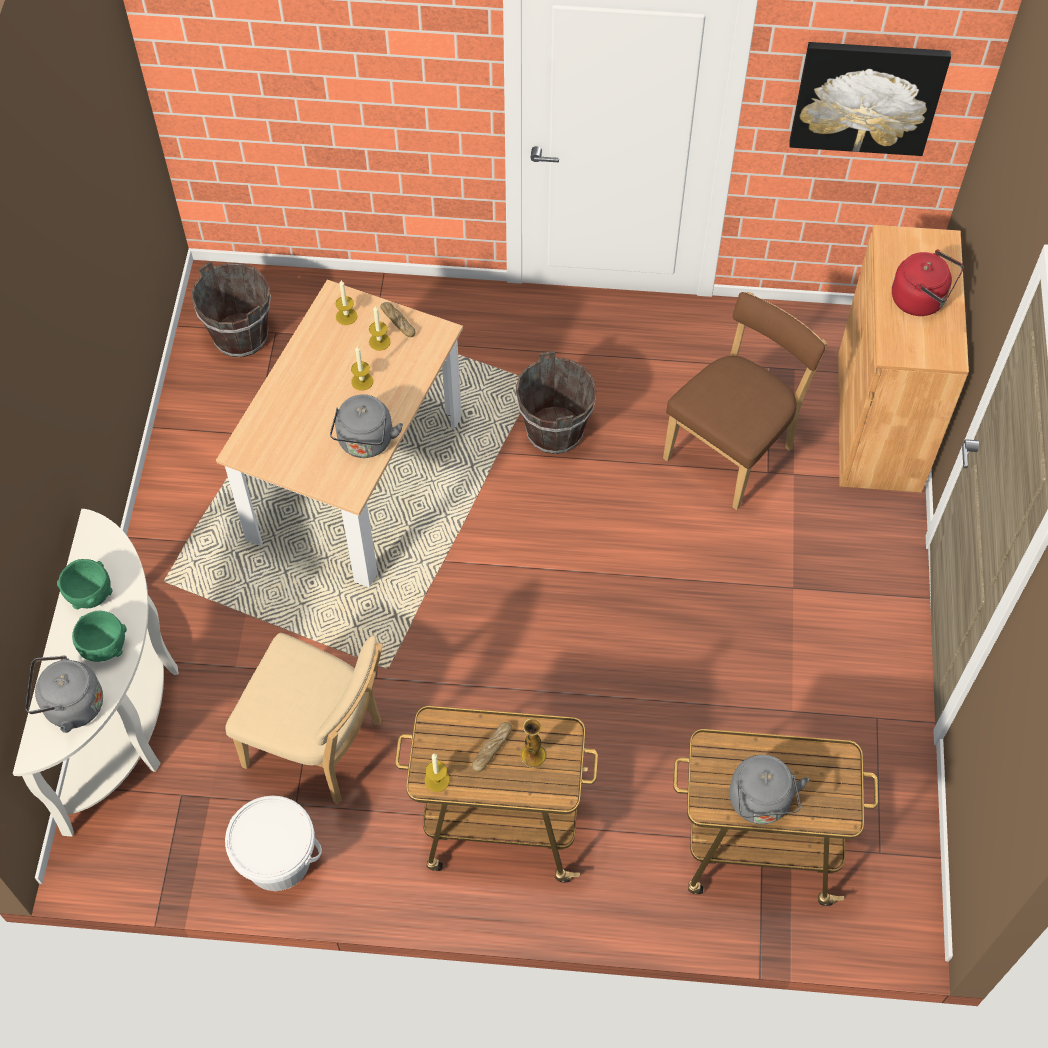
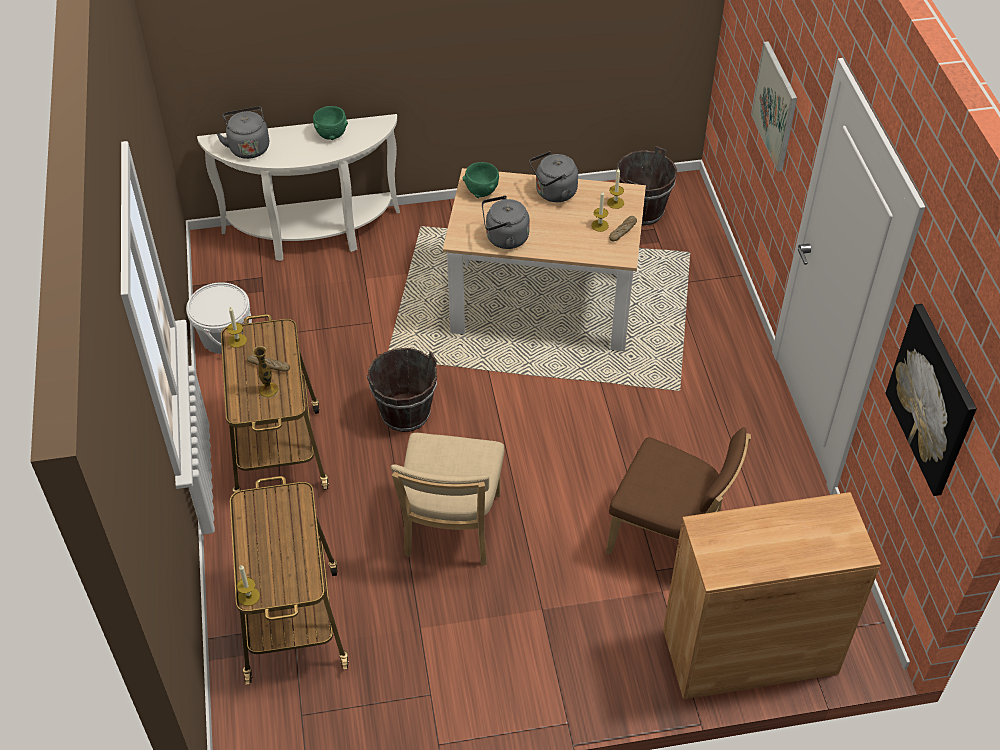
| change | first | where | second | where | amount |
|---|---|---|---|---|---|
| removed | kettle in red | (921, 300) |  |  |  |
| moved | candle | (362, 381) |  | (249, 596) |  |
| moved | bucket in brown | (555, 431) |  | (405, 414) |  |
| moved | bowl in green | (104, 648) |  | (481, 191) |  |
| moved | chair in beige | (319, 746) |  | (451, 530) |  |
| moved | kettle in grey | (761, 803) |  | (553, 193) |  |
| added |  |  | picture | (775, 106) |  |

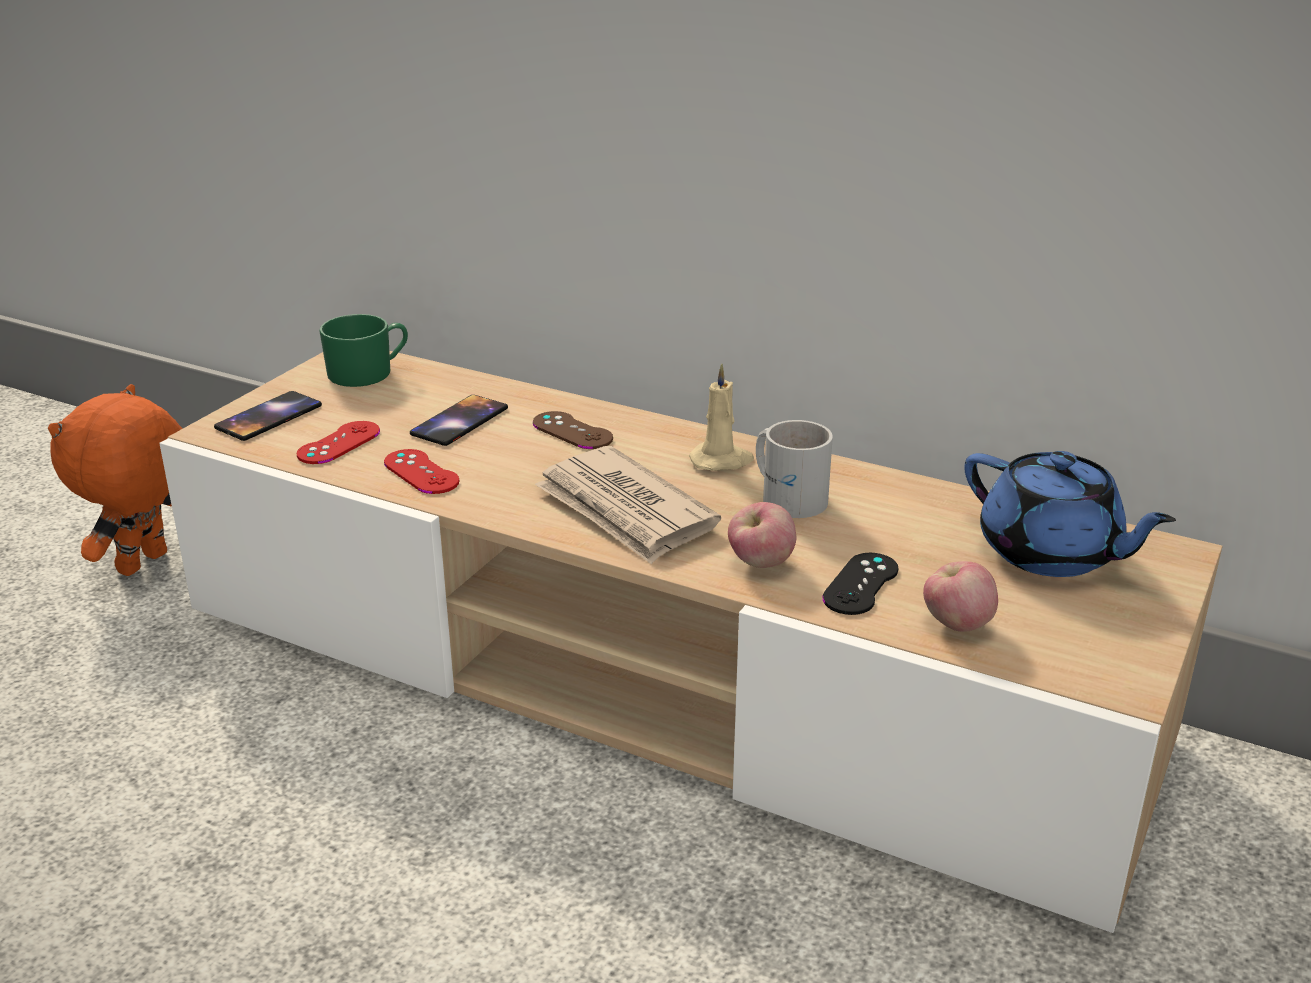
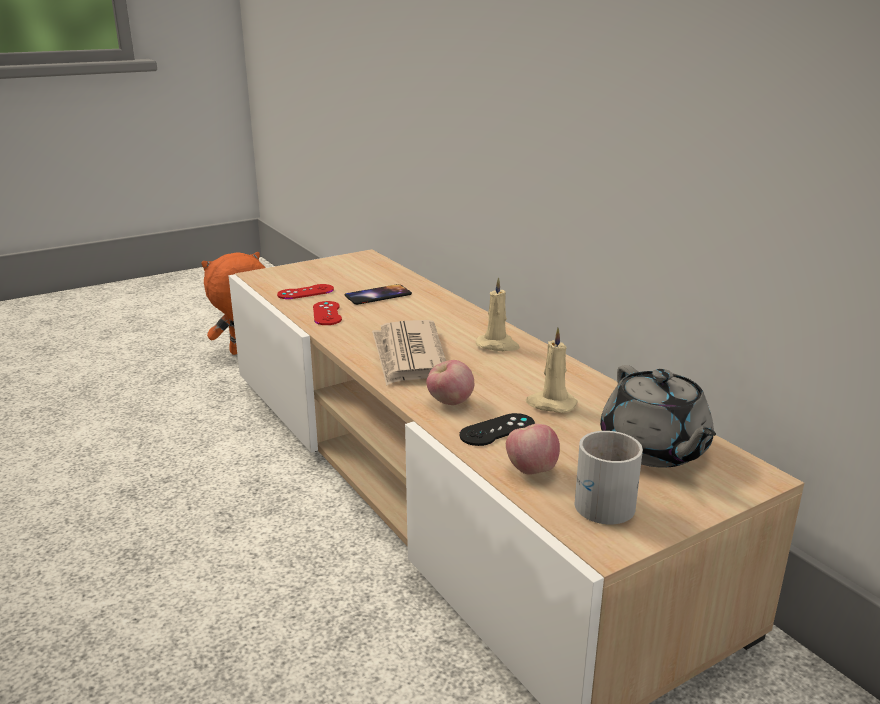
| change | first | where | second | where | amount |
|---|---|---|---|---|---|
| removed | mug in green | (368, 373) |  |  |  |
| removed | phone | (269, 417) |  |  |  |
| removed | game controller in brown | (572, 431) |  |  |  |
| moved | mug in white | (788, 495) |  | (603, 498) |  |
| recoloured | teapot in blue | (1051, 553) | teapot in grey | (654, 449) |  |
| added |  |  | candle in beige | (550, 404) |  |

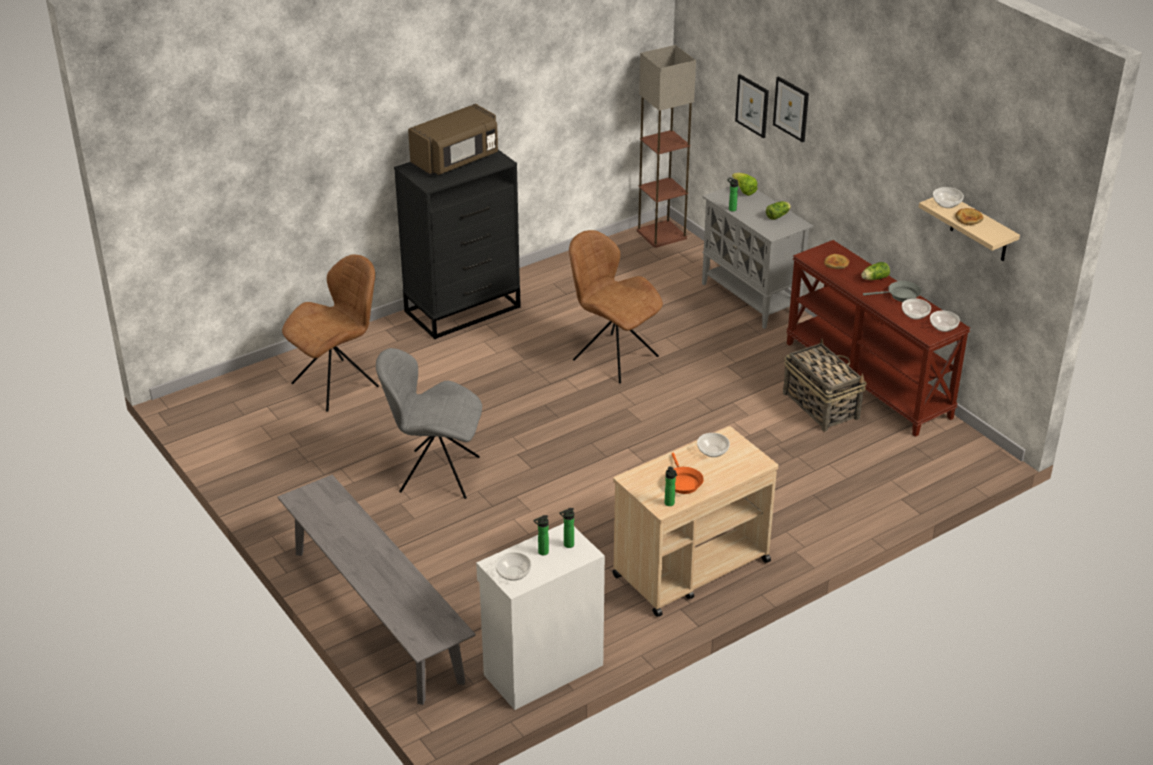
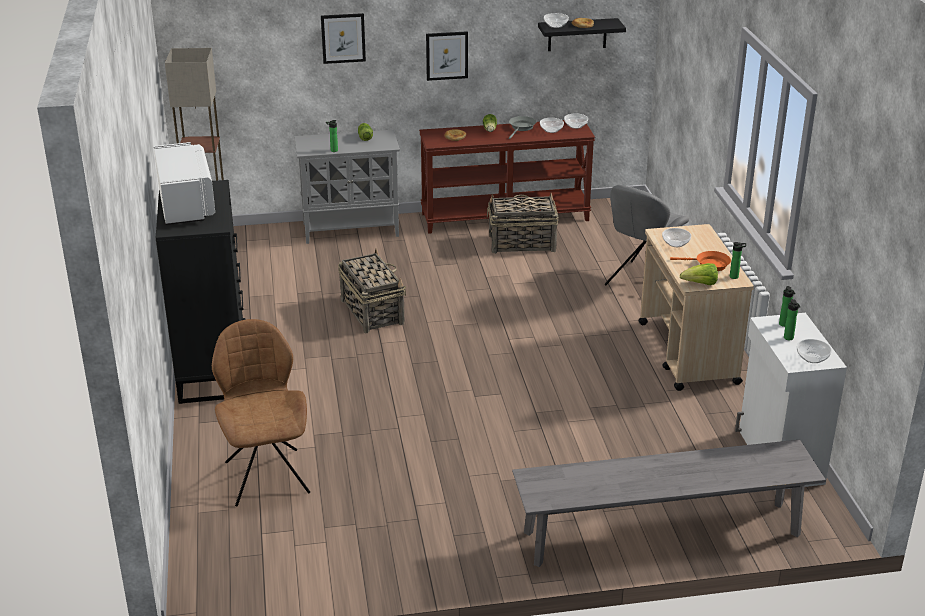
| change | first | where | second | where | amount |
|---|---|---|---|---|---|
| moved | picture | (752, 105) |  | (447, 55) |  |
| recoloured | microwave in brown | (456, 160) | microwave in white | (186, 205) |  |
| moved | lettuce | (744, 191) |  | (700, 284) |  |
| recoloured | shelf in beige | (979, 229) | shelf in black | (577, 34) |  |
| replaced | chair in brown | (613, 357) | basket | (372, 311) |  |
| moved | chair in grey | (436, 474) |  | (642, 282) |  |

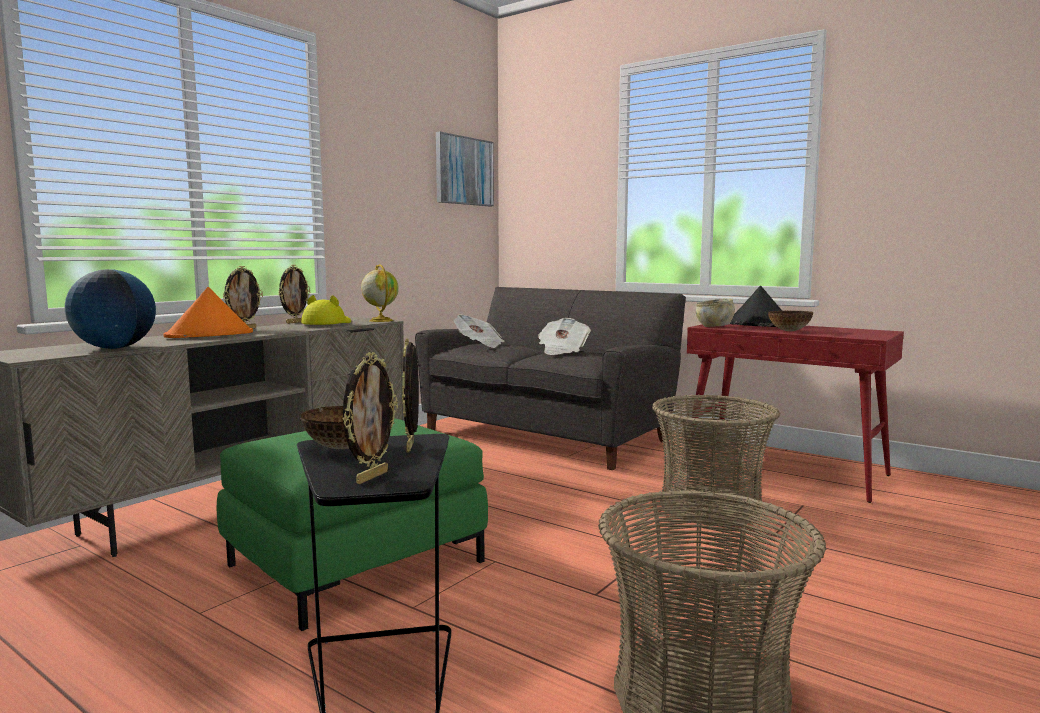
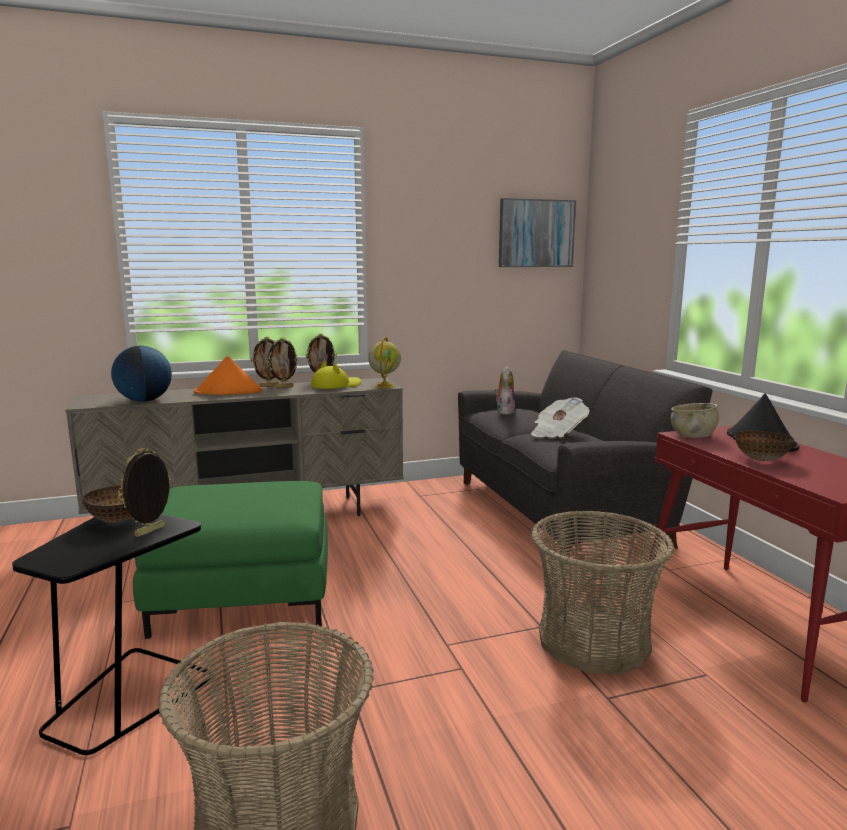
| change | first | where | second | where | amount |
|---|---|---|---|---|---|
| replaced | newspaper | (479, 345) | plush toy | (504, 411) |  |
| moved | picture frame | (371, 477) |  | (284, 387) |  |

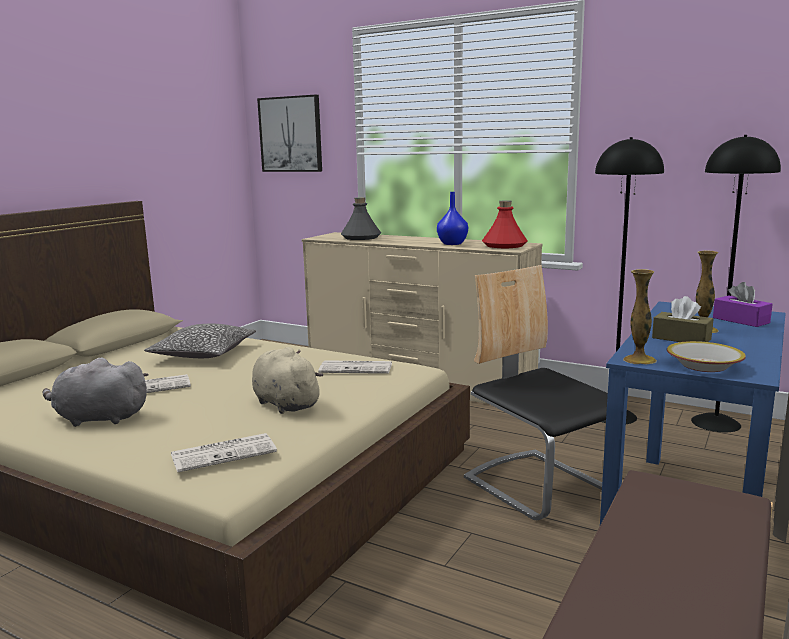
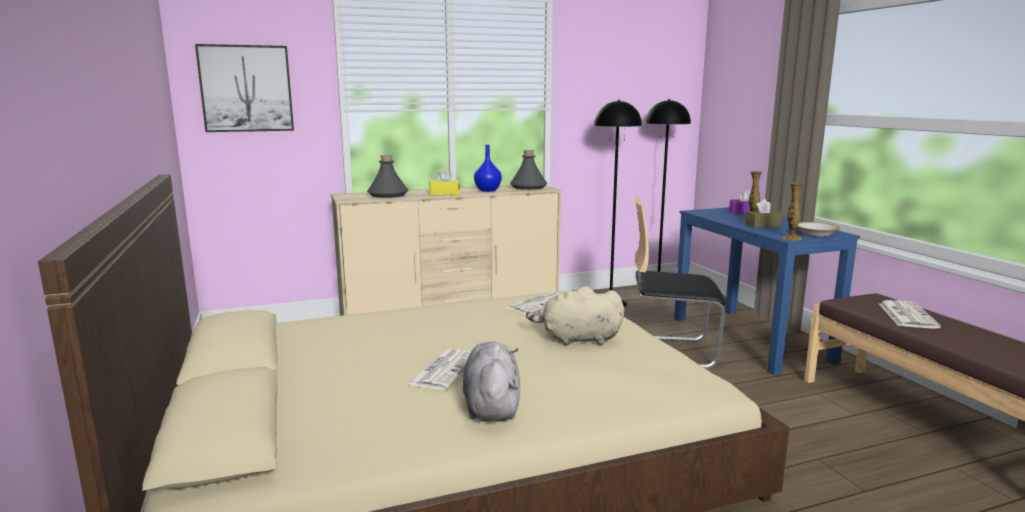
| change | first | where | second | where | amount |
|---|---|---|---|---|---|
| recoloured | bottle in red | (505, 245) | bottle in grey | (528, 187) |  |
| removed | pillow | (203, 353) |  |  |  |
| turned | plush toy in grey | (98, 418) |  | (491, 405) | 135 degrees clockwise |
| moved | newspaper | (225, 453) |  | (906, 315) |  |
| added |  |  | tissue box in yellow | (444, 193) |  |

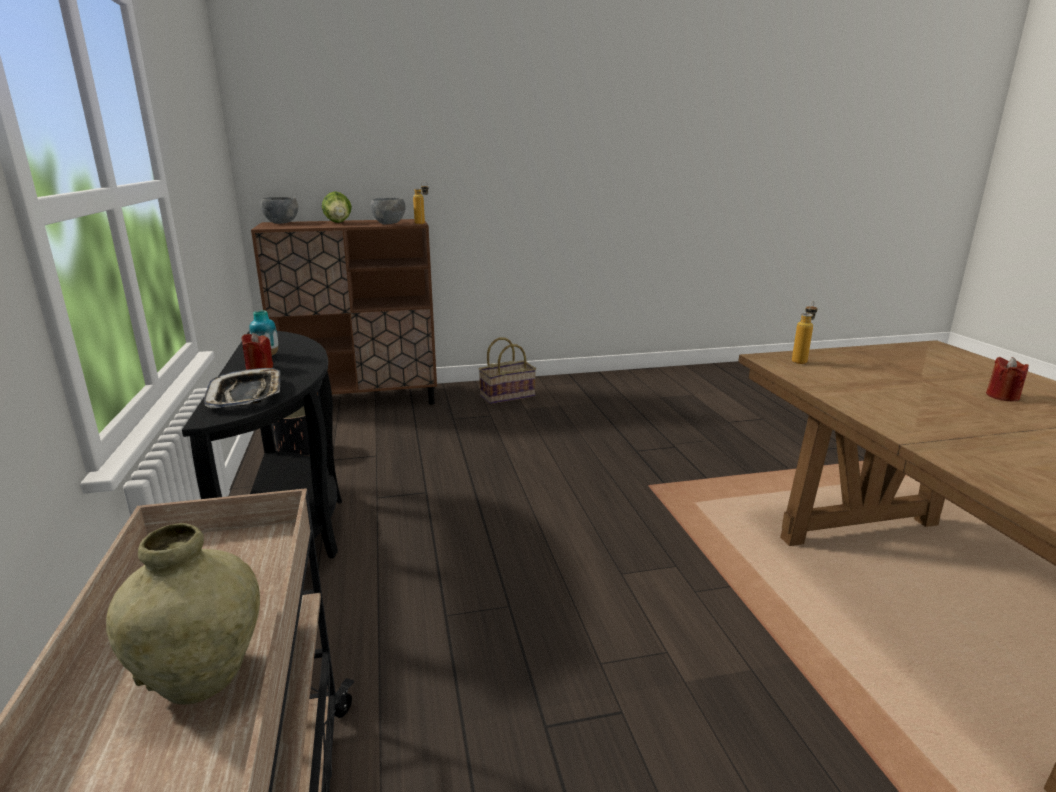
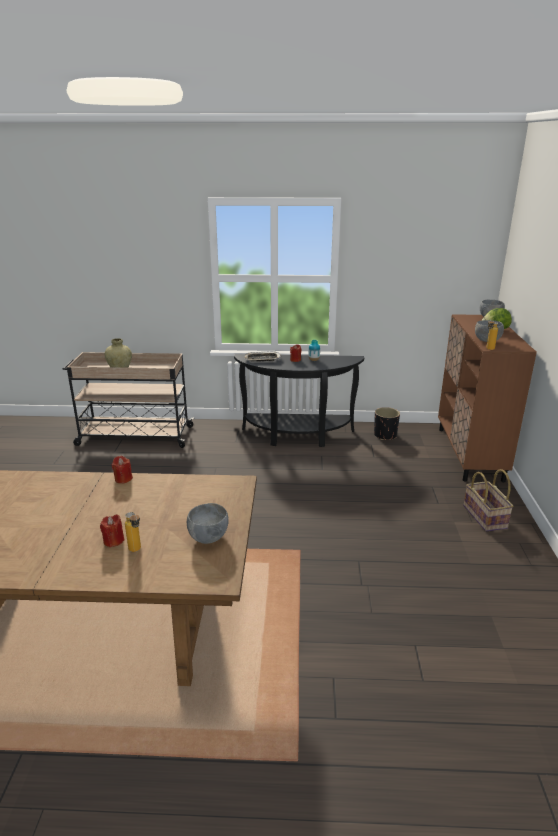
| change | first | where | second | where | amount |
|---|---|---|---|---|---|
| moved | bottle | (801, 360) |  | (137, 551) |  |
| added |  |  | candle in red | (123, 479) |  |
| added |  |  | bowl in grey | (208, 538) |  |

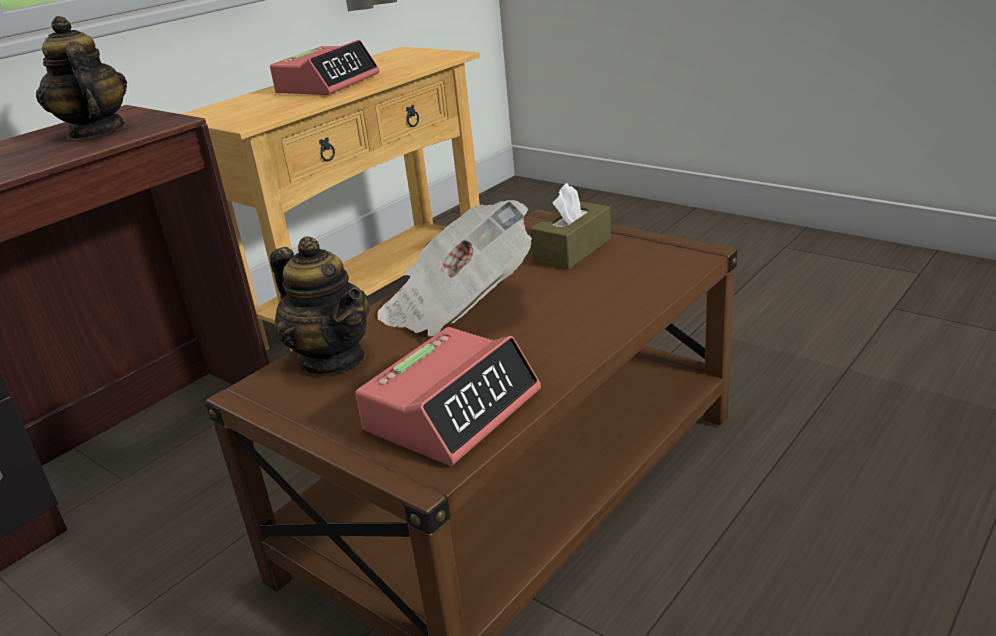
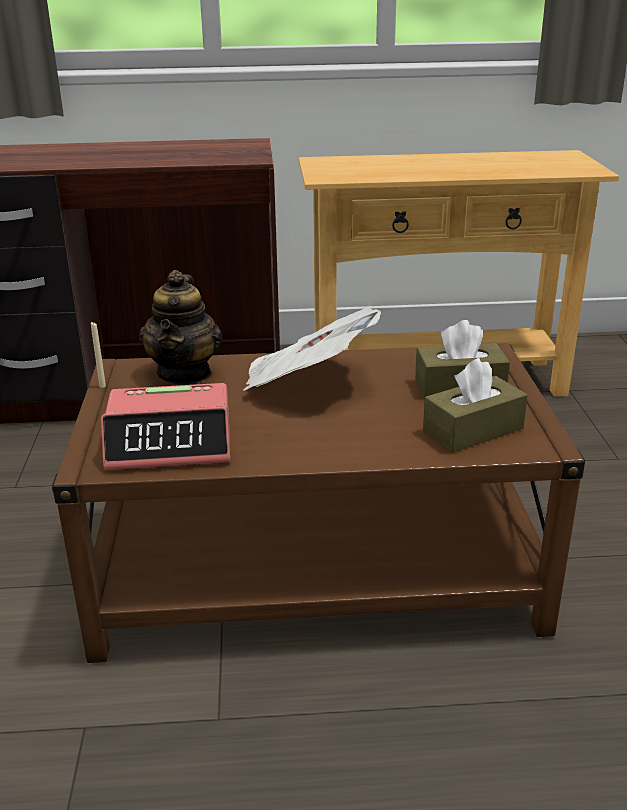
| change | first | where | second | where | amount |
|---|---|---|---|---|---|
| removed | teapot | (95, 132) |  |  |  |
| removed | alarm clock | (328, 84) |  |  |  |
| added |  |  | candle in beige | (102, 386) |  |
| added |  |  | tissue box in brown | (473, 430) |  |

